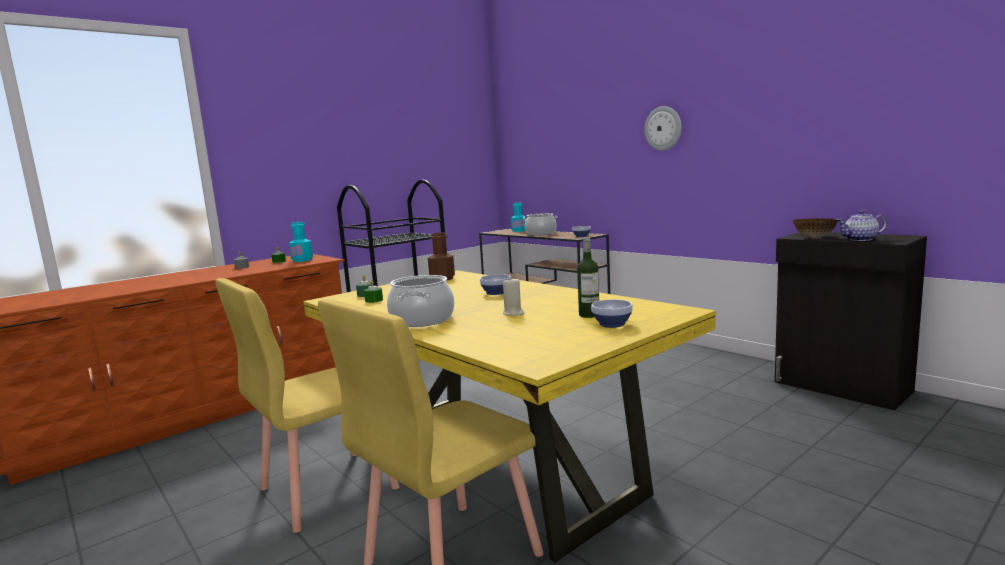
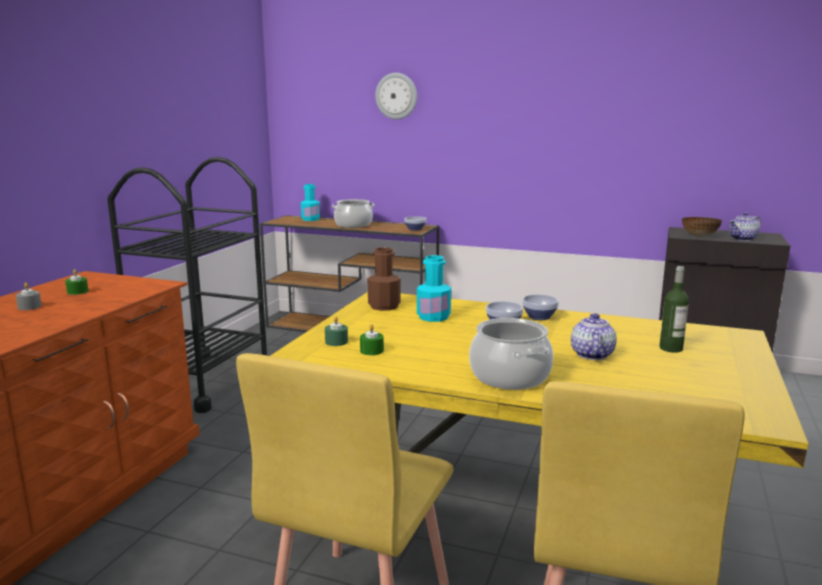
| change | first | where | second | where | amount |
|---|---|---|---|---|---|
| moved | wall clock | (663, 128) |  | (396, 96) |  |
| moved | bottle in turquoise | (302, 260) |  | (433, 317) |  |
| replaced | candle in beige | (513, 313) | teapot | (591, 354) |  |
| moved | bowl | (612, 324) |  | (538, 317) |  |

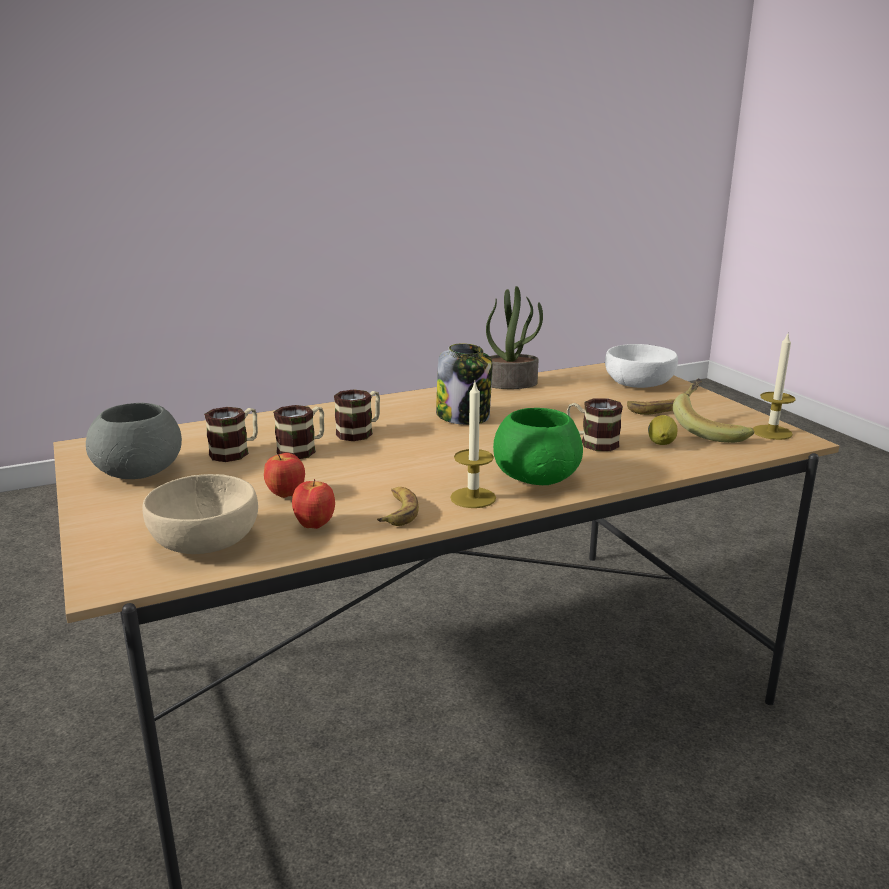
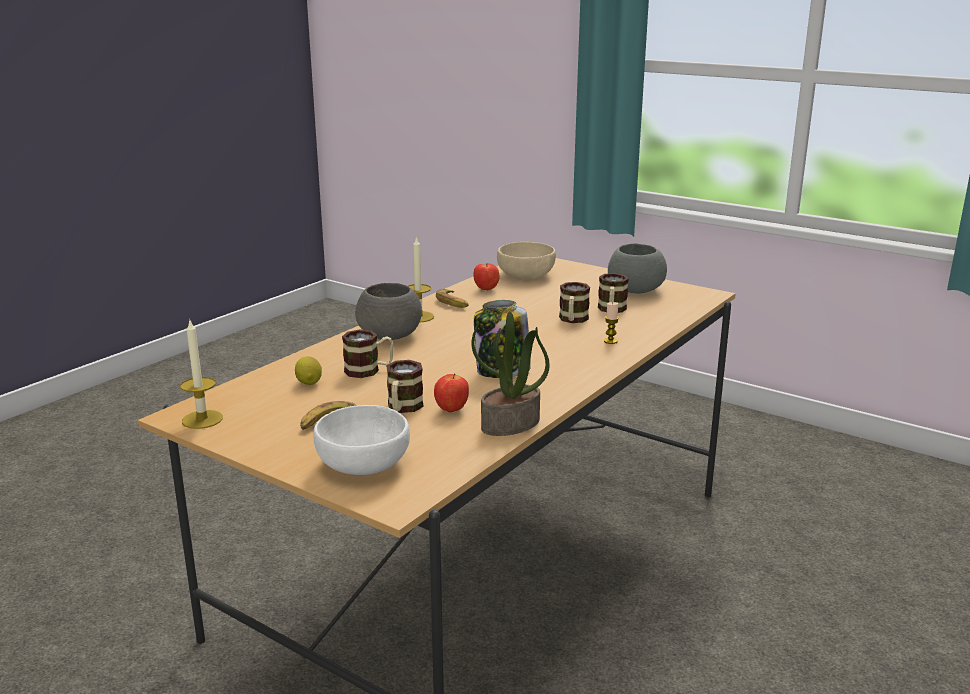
| change | first | where | second | where | amount |
|---|---|---|---|---|---|
| removed | banana | (710, 429) |  |  |  |
| moved | mug | (360, 432) |  | (403, 408) |  |
| recoloured | bowl in green | (537, 477) | bowl in grey | (390, 336) |  |
| moved | apple | (286, 495) |  | (451, 410) |  |
| added |  |  | candle | (610, 341) |  |

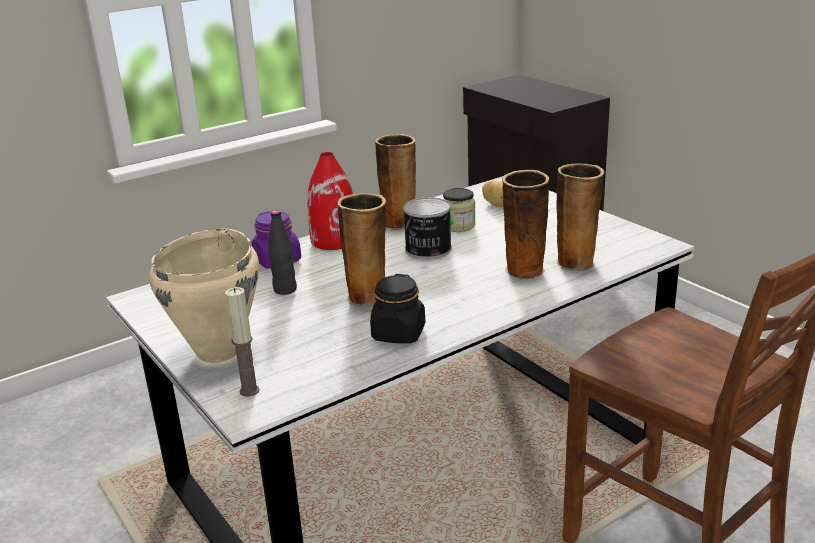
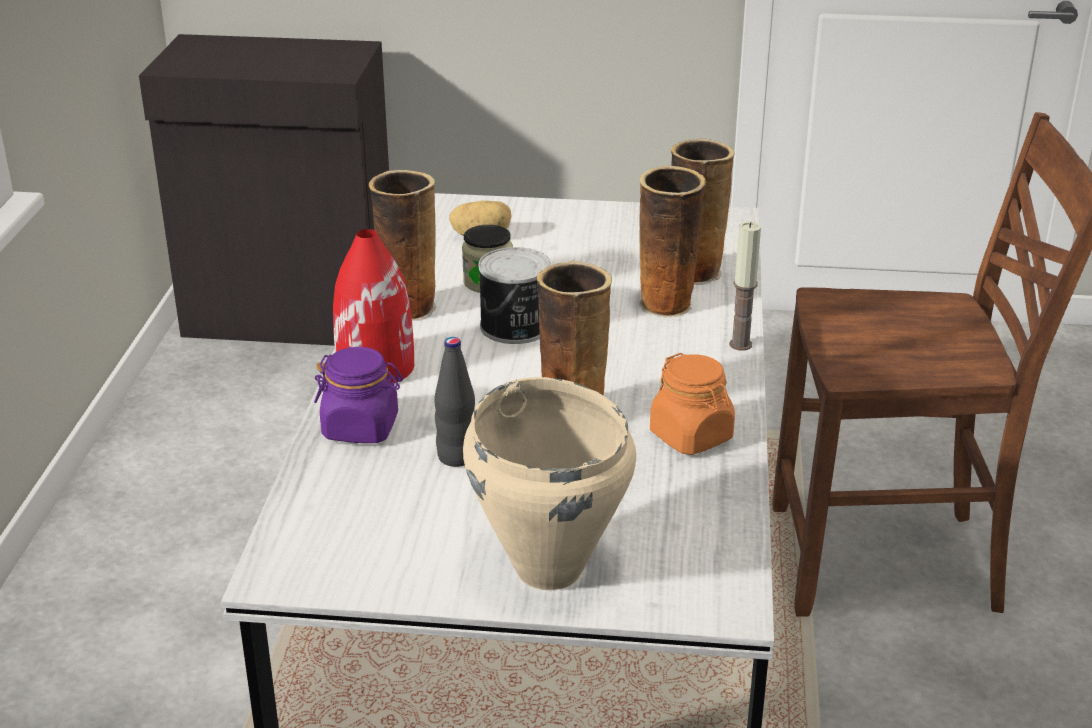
| change | first | where | second | where | amount |
|---|---|---|---|---|---|
| recoloured | jar in black | (398, 334) | jar in orange | (691, 436) |  |
| moved | candle | (249, 391) |  | (740, 344) |  |

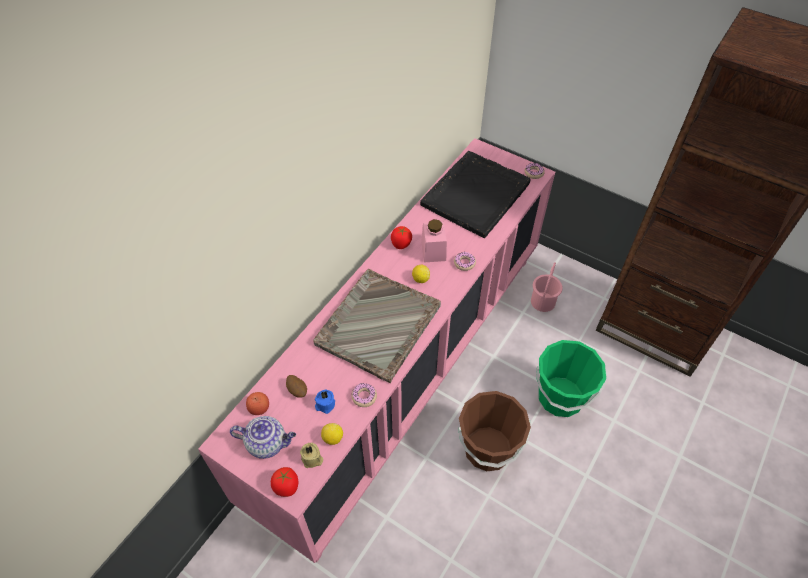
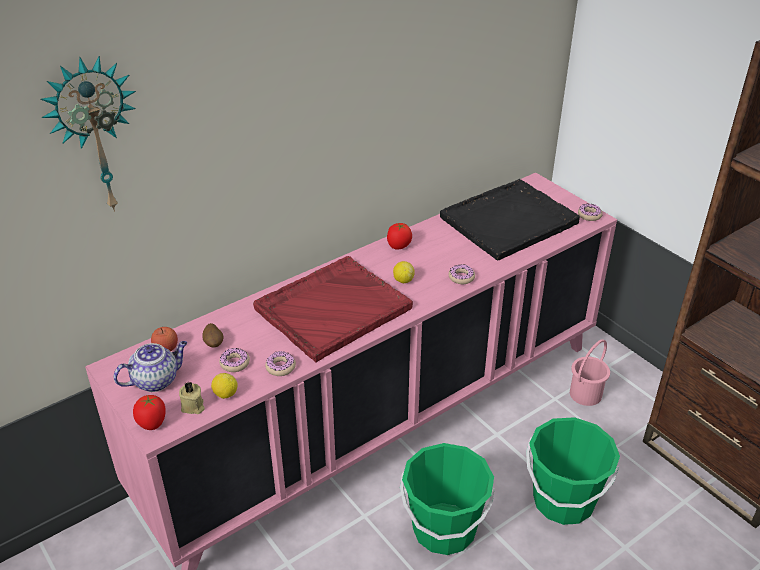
| change | first | where | second | where | amount |
|---|---|---|---|---|---|
| removed | jar in pink | (433, 251) |  |  |  |
| recoloured | tray in grey | (377, 326) | tray in red | (331, 309) |  |
| replaced | candle in blue | (325, 405) | donut | (235, 363) |  |
| recoloured | bucket in brown | (488, 449) | bucket in green | (444, 529) |  |
| turned | teapot | (268, 443) |  | (156, 380) | 60 degrees counterclockwise |
| added |  |  | wall clock | (95, 136) |  |

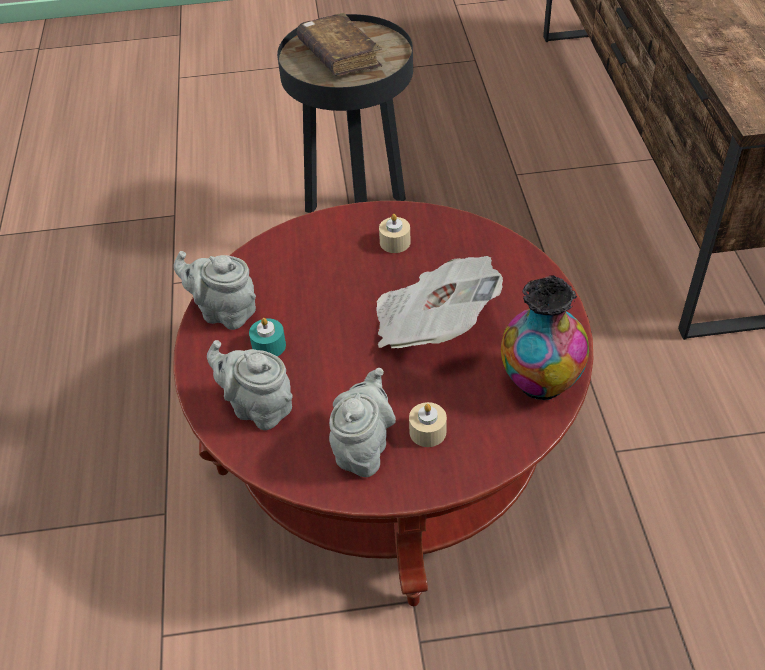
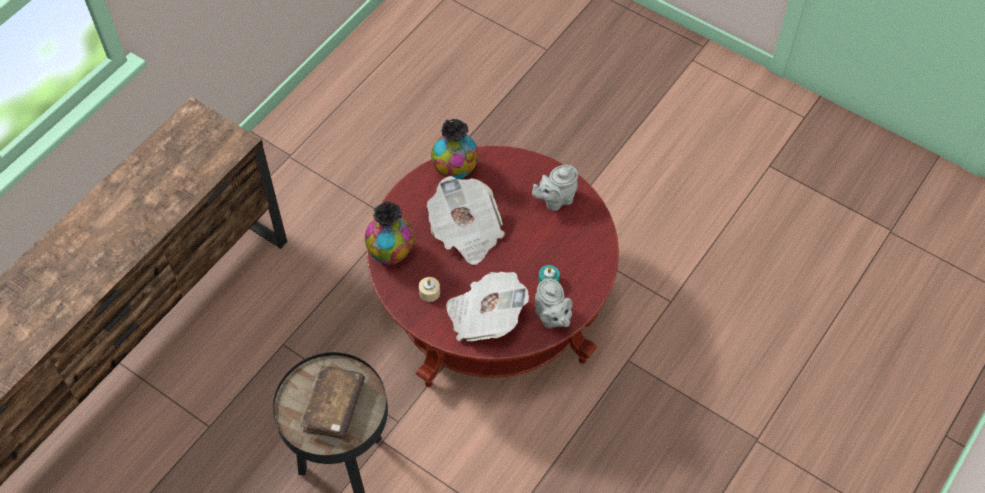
| change | first | where | second | where | amount |
|---|---|---|---|---|---|
| removed | teapot in grey | (258, 408) |  |  |  |
| removed | candle in beige | (427, 432) |  |  |  |
| added |  |  | vase | (391, 253) |  |
| added |  |  | newspaper | (485, 317) |  |

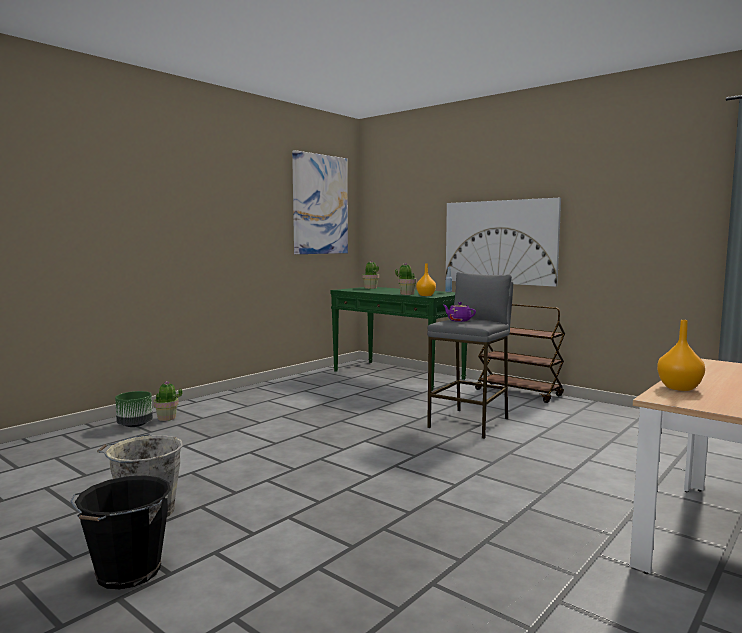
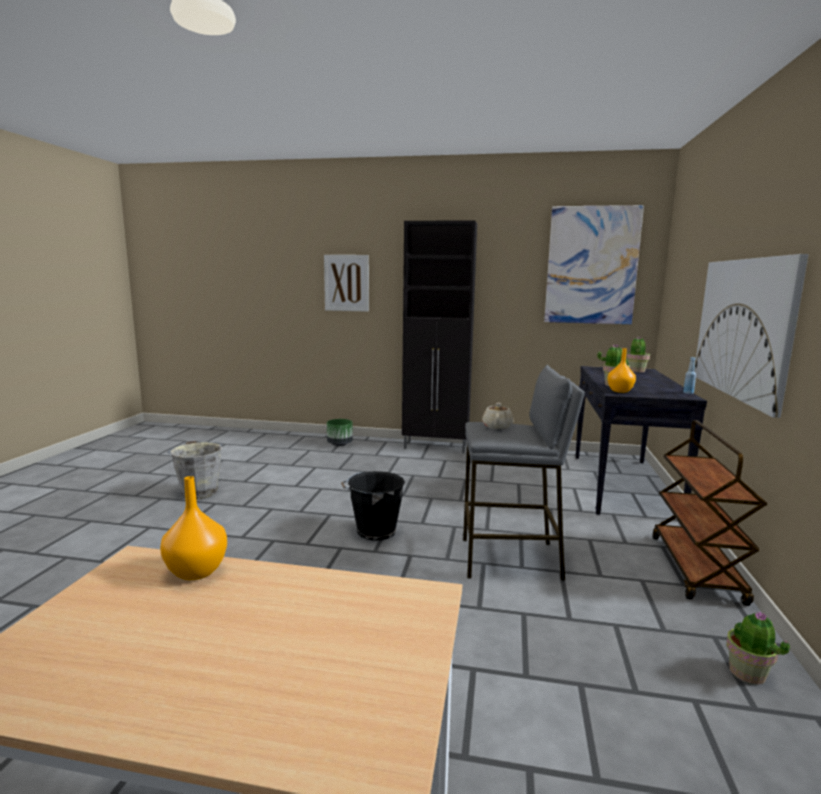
| change | first | where | second | where | amount |
|---|---|---|---|---|---|
| recoloured | console table in green | (398, 375) | console table in black | (623, 485) |  |
| recoloured | teapot in purple | (458, 320) | teapot in beige | (497, 426) |  |
| moved | potted plant | (167, 418) |  | (747, 673) |  |
| moved | bucket in black | (126, 573) |  | (374, 531) |  |
| added |  |  | cabinet in black | (436, 447) |  |
| added |  |  | picture | (346, 283) |  |

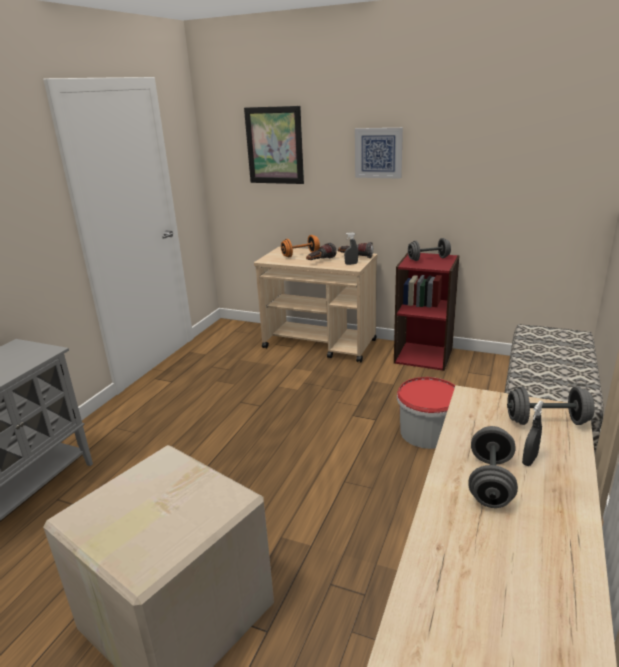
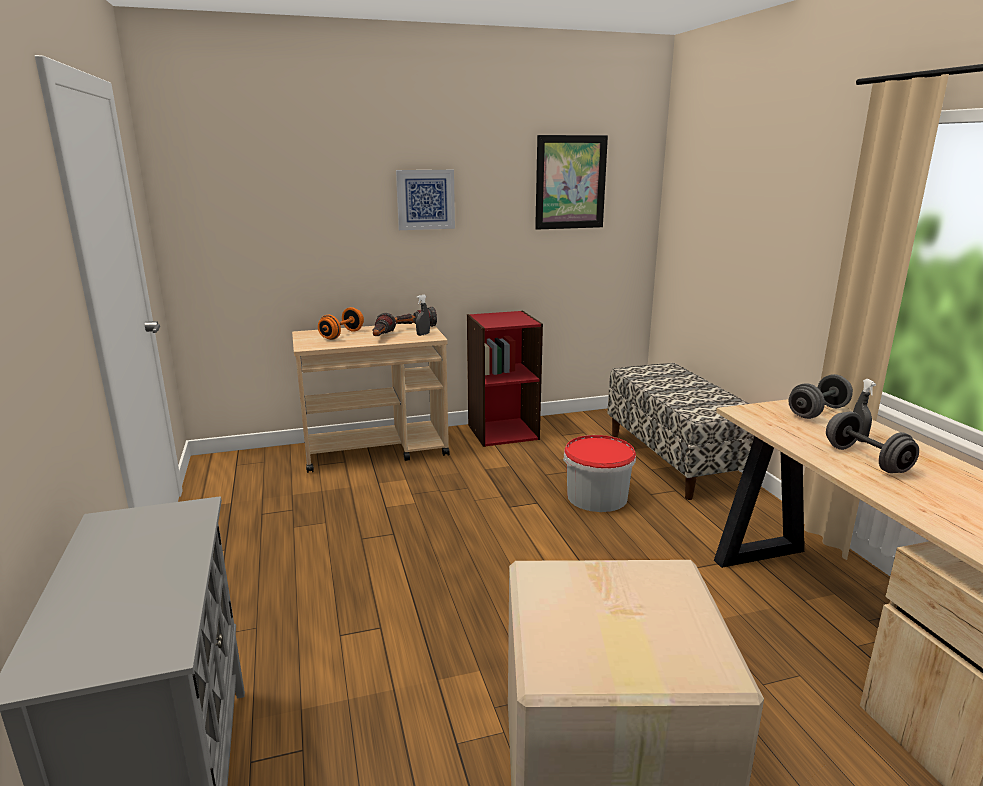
| change | first | where | second | where | amount |
|---|---|---|---|---|---|
| moved | picture | (274, 145) |  | (570, 182) |  |
| removed | dumbbell in grey | (428, 259) |  |  |  |

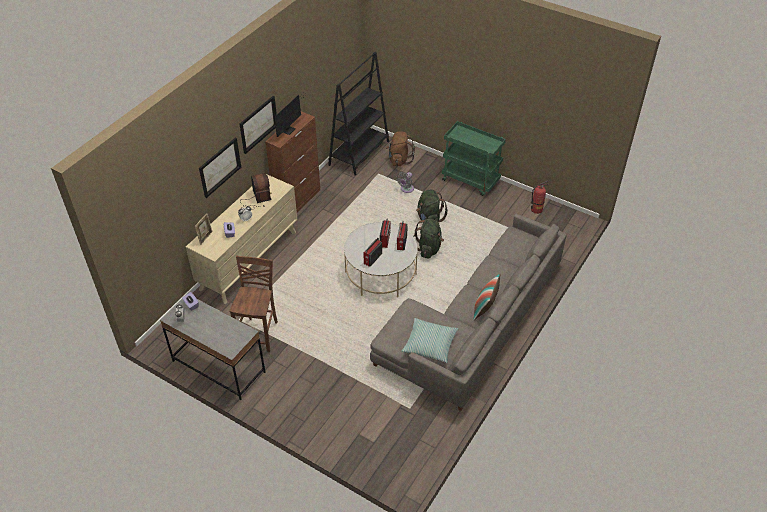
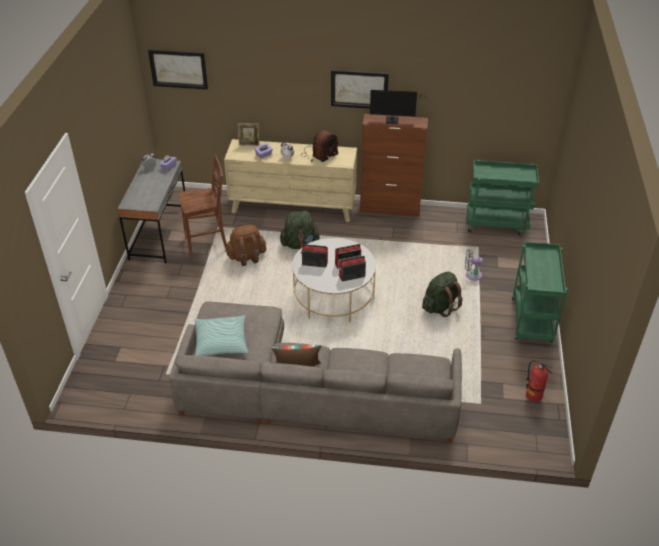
| change | first | where | second | where | amount |
|---|---|---|---|---|---|
| replaced | bookcase in black | (359, 153) | cart in green | (496, 224) |  |
| moved | backpack in brown | (399, 160) |  | (247, 257) |  |
| moved | picture | (219, 167) |  | (178, 69) |  |
| moved | backpack in green | (428, 248) |  | (300, 244) |  |

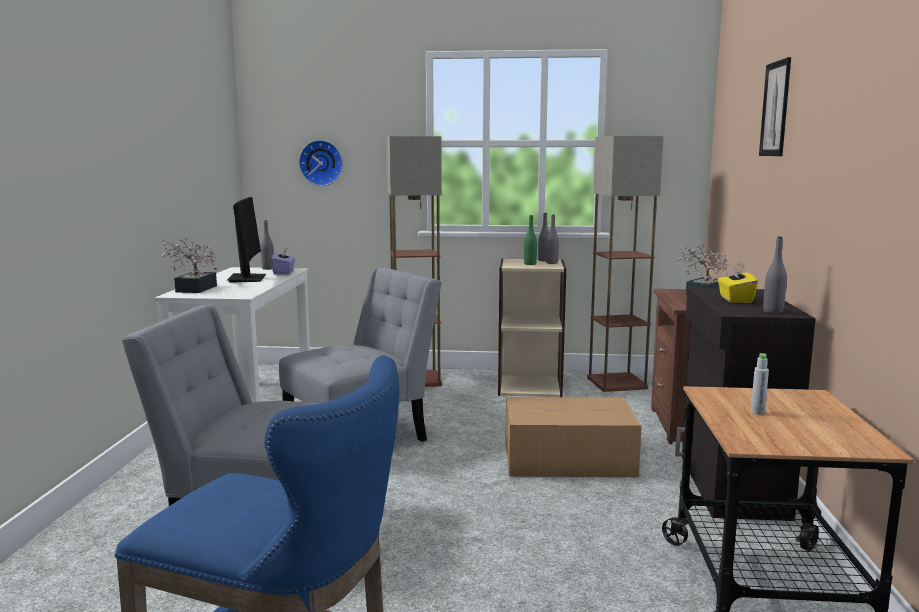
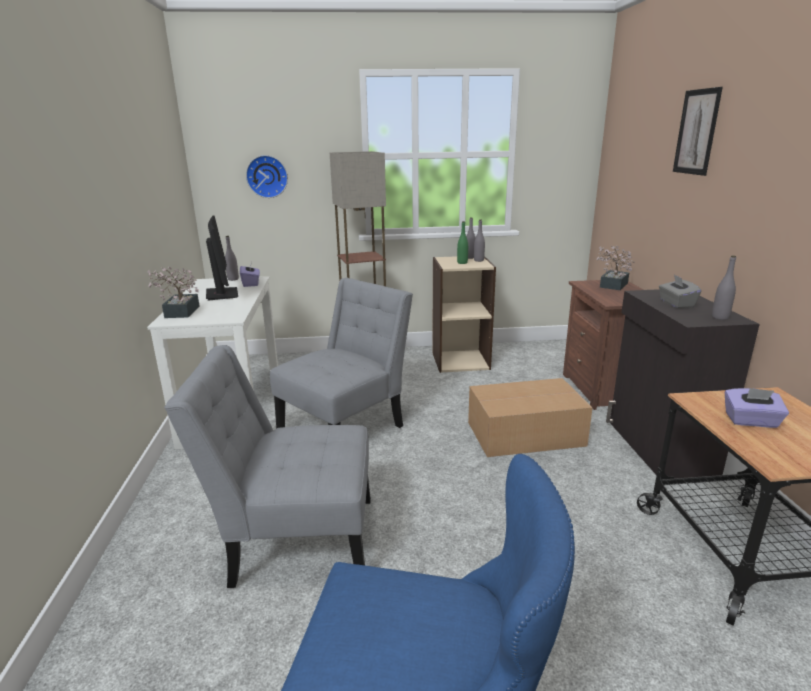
| change | first | where | second | where | amount |
|---|---|---|---|---|---|
| removed | floor lamp | (617, 383) |  |  |  |
| recoloured | tissue box in yellow | (735, 299) | tissue box in grey | (676, 304) |  |
| replaced | bottle in grey | (757, 412) | tissue box in purple | (751, 421) |  |

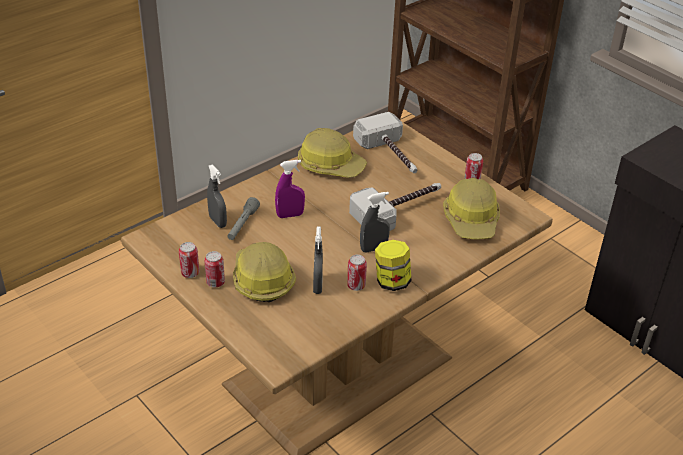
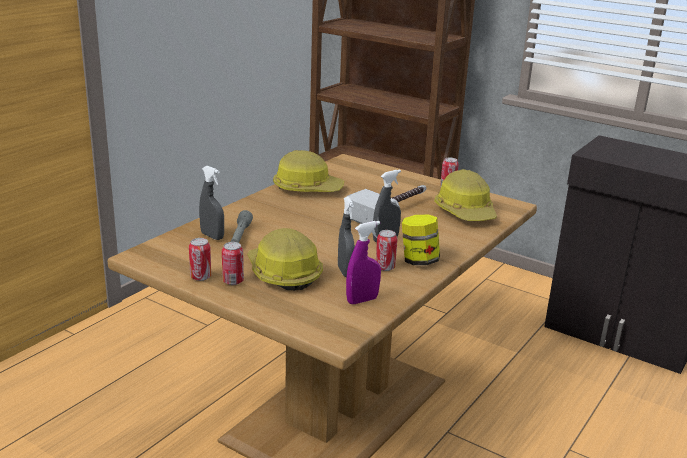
| change | first | where | second | where | amount |
|---|---|---|---|---|---|
| removed | hammer | (391, 155) |  |  |  |
| moved | spray bottle in purple | (290, 215) |  | (362, 300) |  |

